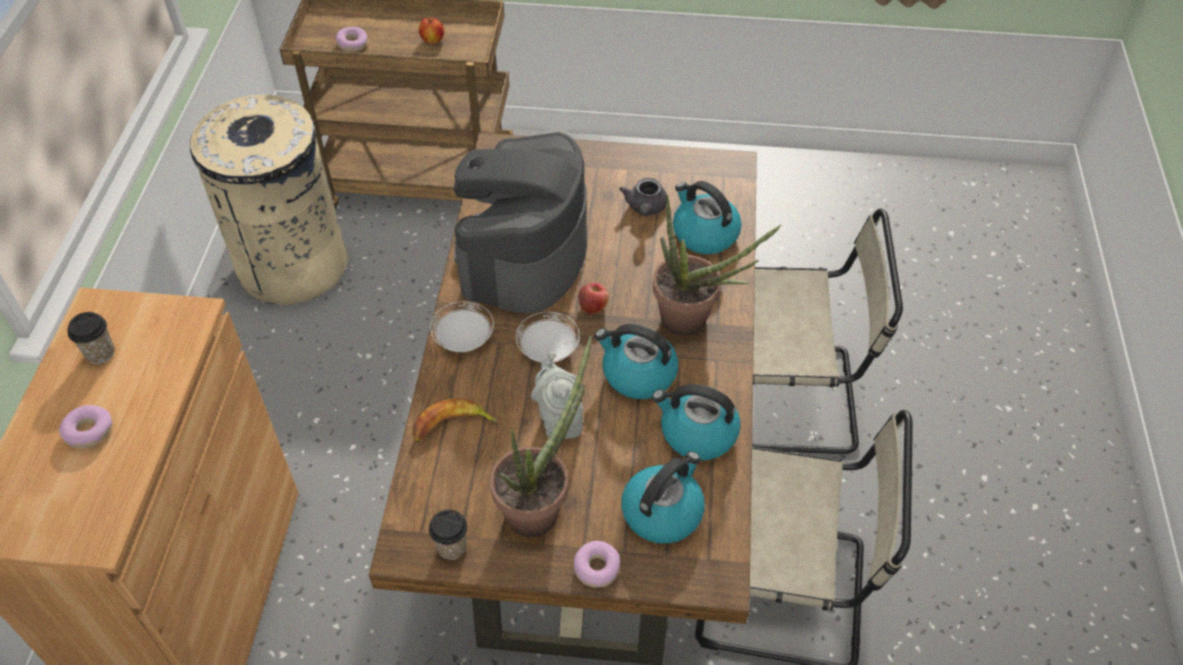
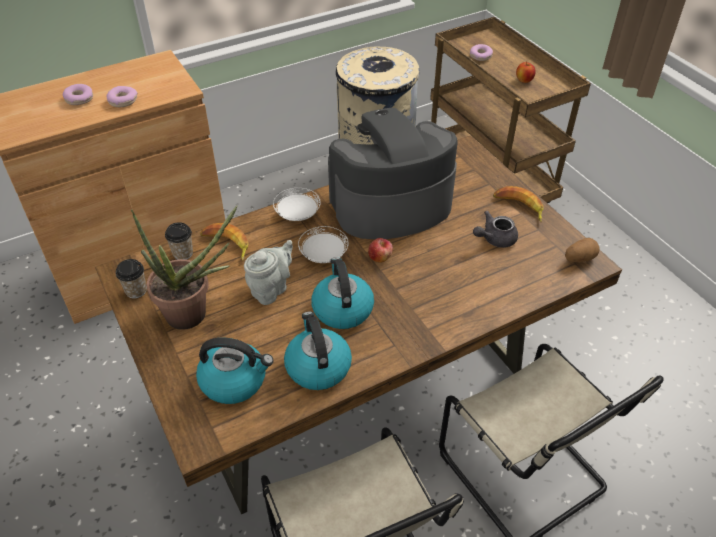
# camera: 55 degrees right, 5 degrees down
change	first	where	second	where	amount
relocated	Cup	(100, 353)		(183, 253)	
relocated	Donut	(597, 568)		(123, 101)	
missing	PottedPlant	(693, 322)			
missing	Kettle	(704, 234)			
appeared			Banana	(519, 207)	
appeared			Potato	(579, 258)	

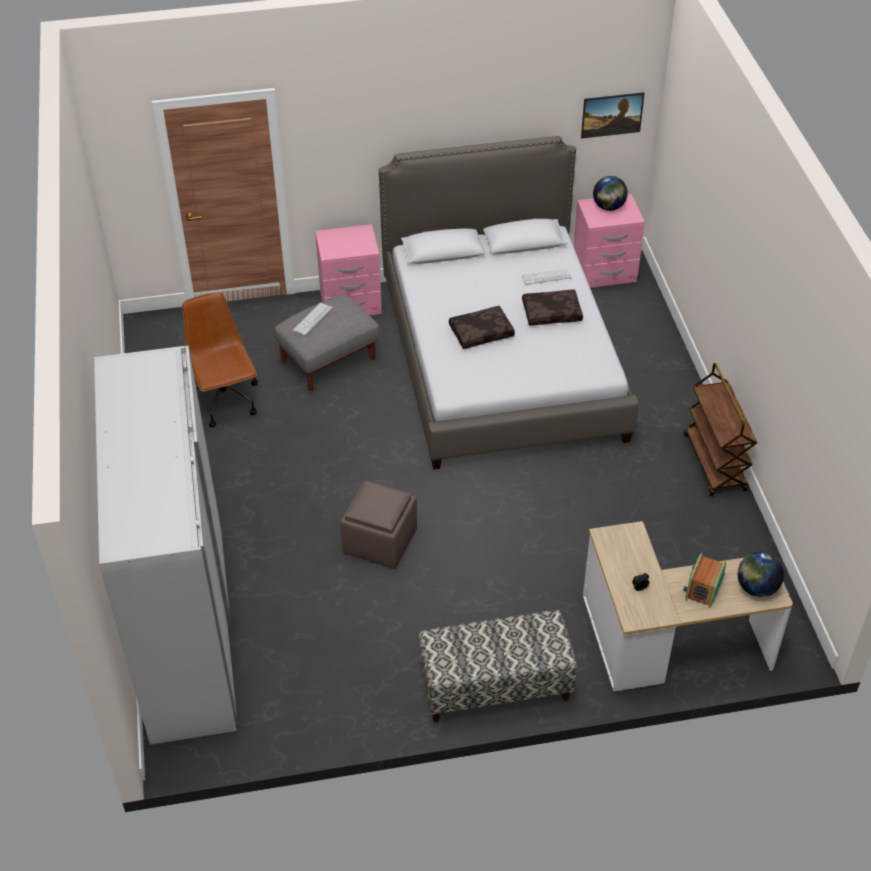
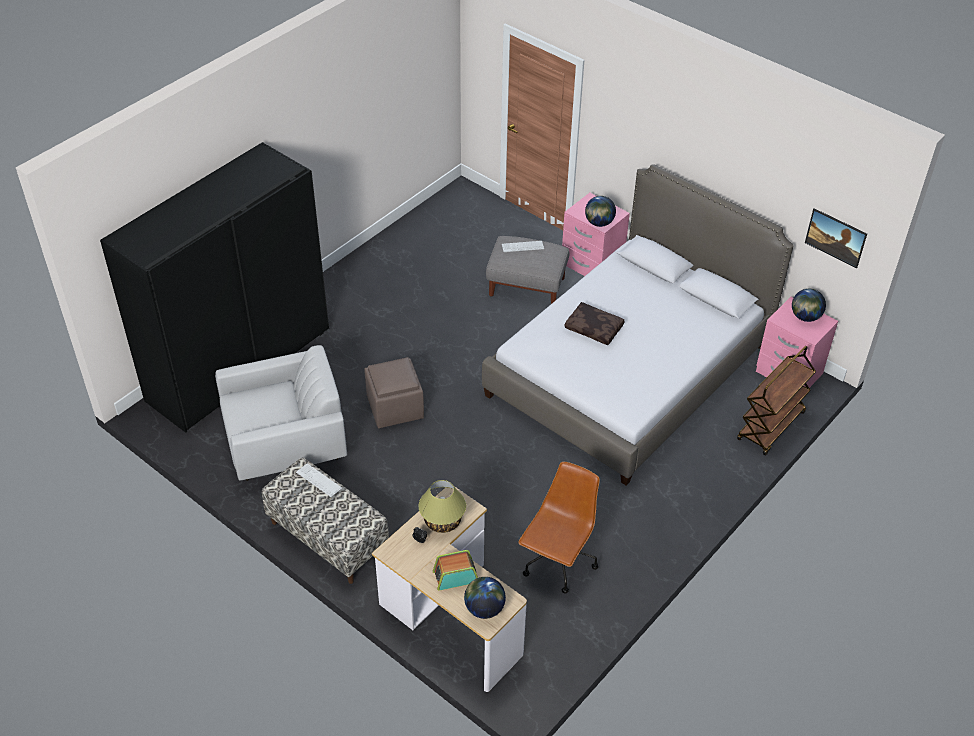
# camera: 50 degrees right, 0 degrees up
change	first	where	second	where	amount
colour	WhiteWardrobe	(186, 631)	BlackWardrobe	(239, 364)	
relocated	BrownOfficeChair	(225, 401)		(558, 562)	
relocated	Keyboard	(546, 277)		(319, 480)	
missing	BrownPillow	(552, 312)			
relocated	BrownCart	(715, 463)		(771, 427)	
appeared			WhiteArmchair	(286, 444)	
appeared			TableLamp	(442, 521)	
appeared			Globe	(599, 223)	

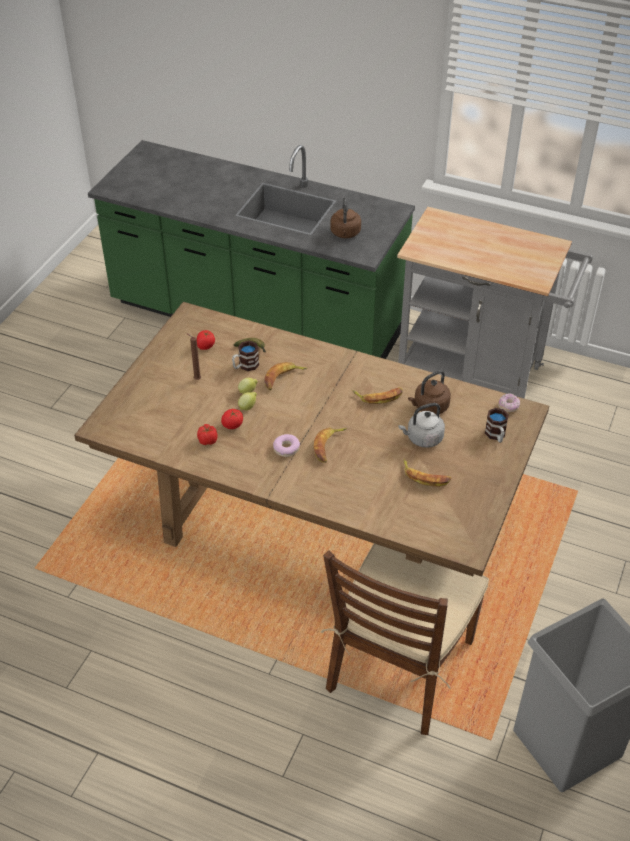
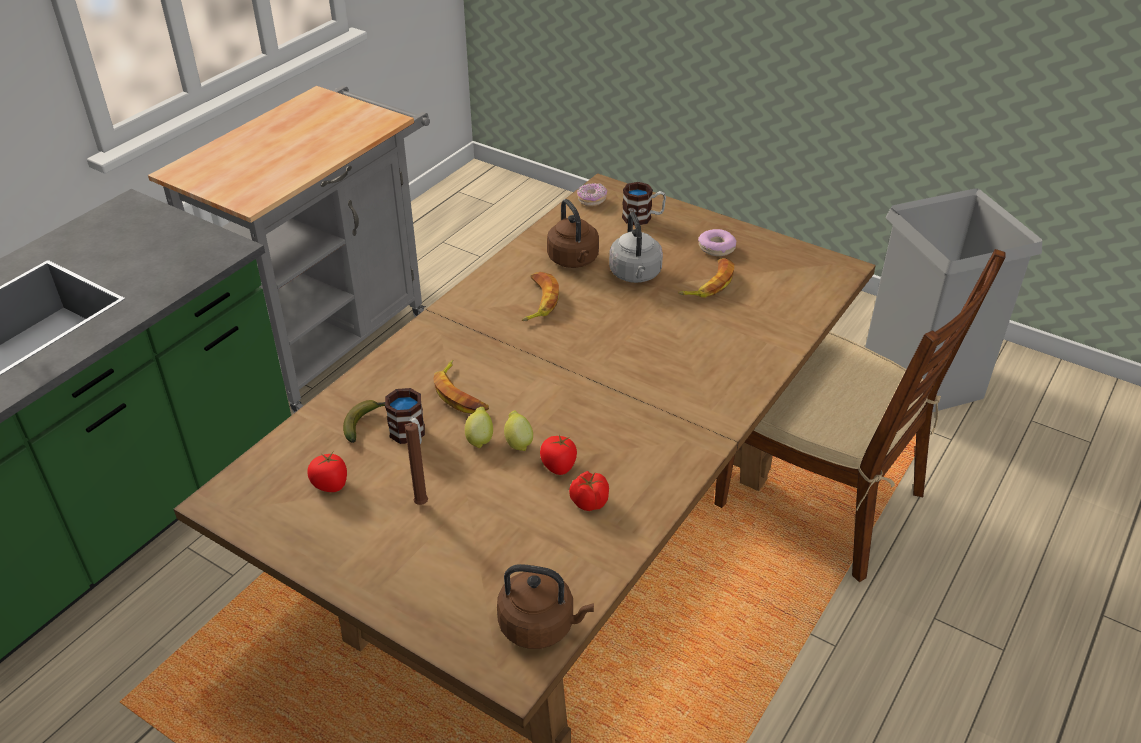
# camera: 80 degrees left, 5 degrees down
change	first	where	second	where	amount
relocated	Donut	(286, 448)		(716, 248)	
missing	Banana	(328, 446)			
relocated	BrownKettle	(345, 234)		(540, 626)	

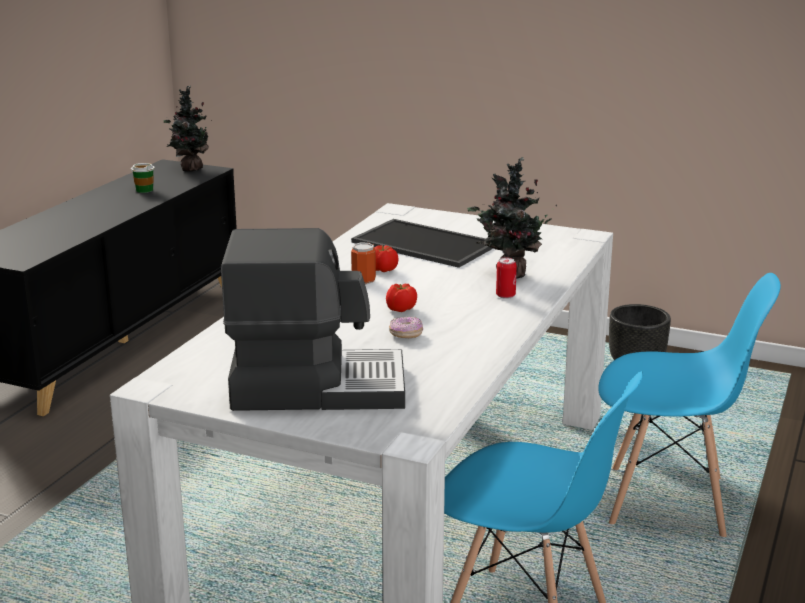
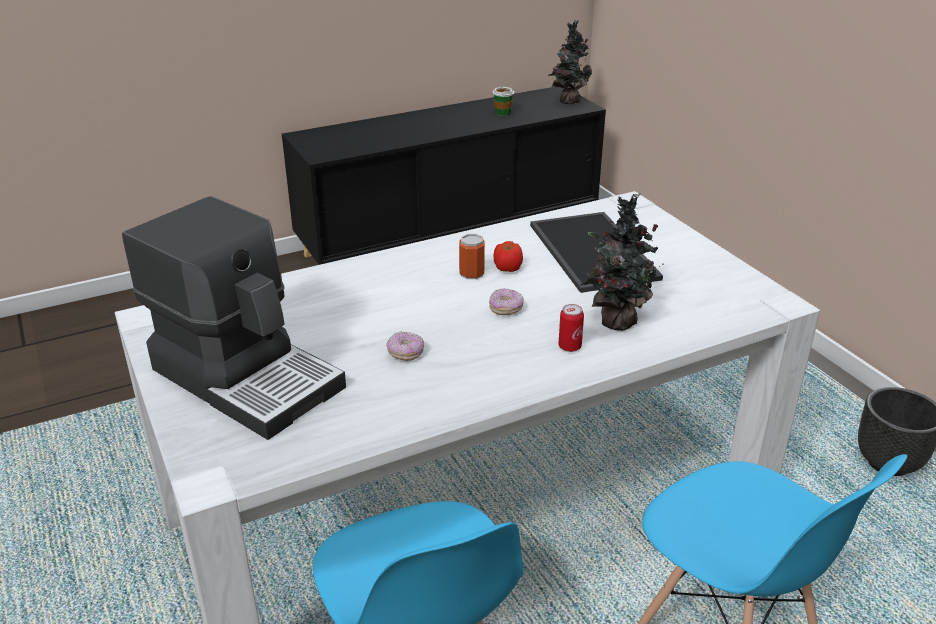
# camera: 40 degrees right, 10 degrees up
change	first	where	second	where	amount
missing	Tomato	(401, 309)			
appeared			Donut	(506, 309)	

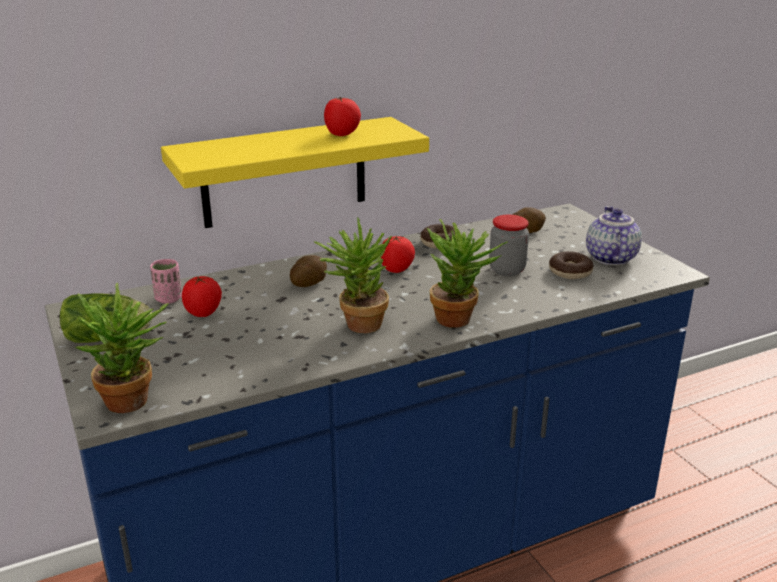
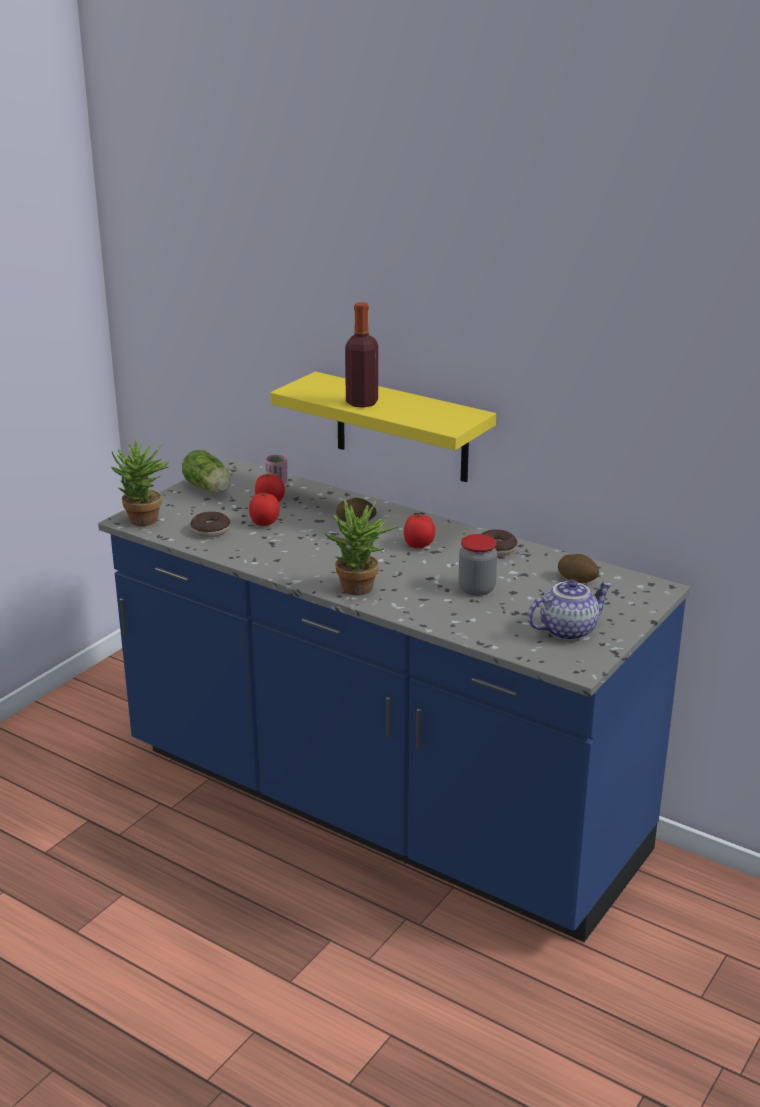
# camera: 60 degrees right, 0 degrees up
change	first	where	second	where	amount
missing	PottedPlant	(356, 324)			
relocated	Tomato	(342, 134)		(265, 524)	
relocated	Donut	(570, 272)		(210, 530)	
appeared			Bottle	(362, 403)	

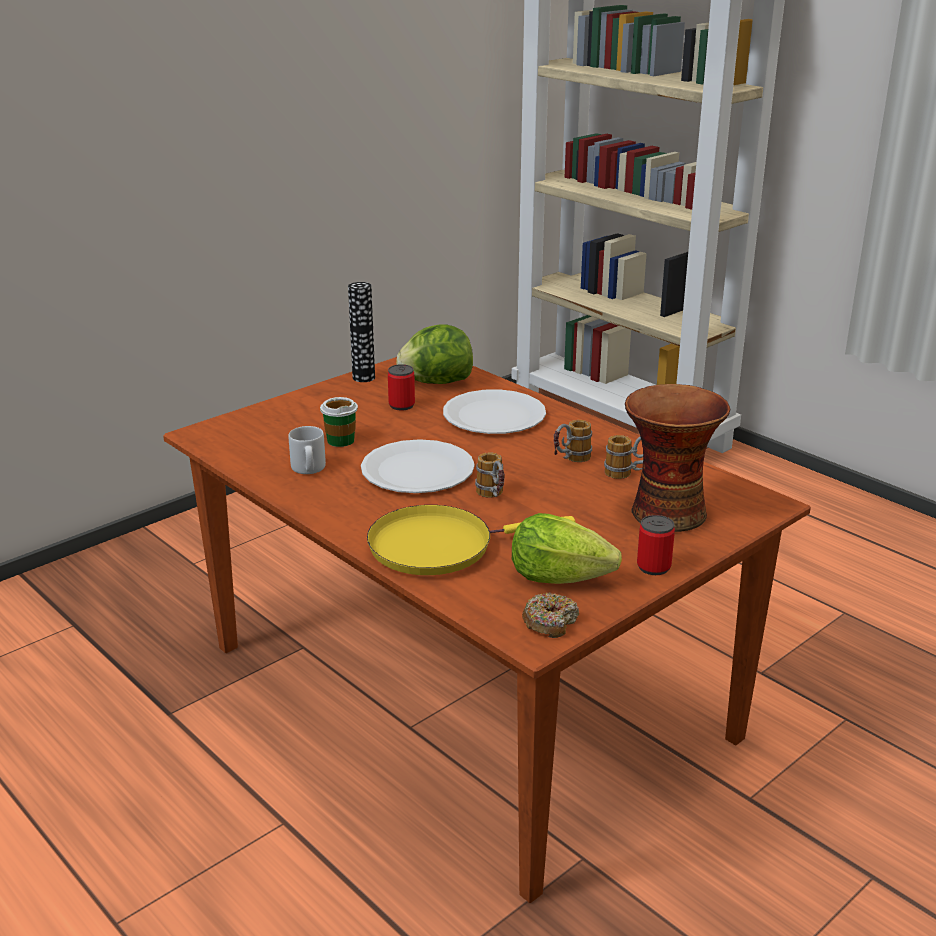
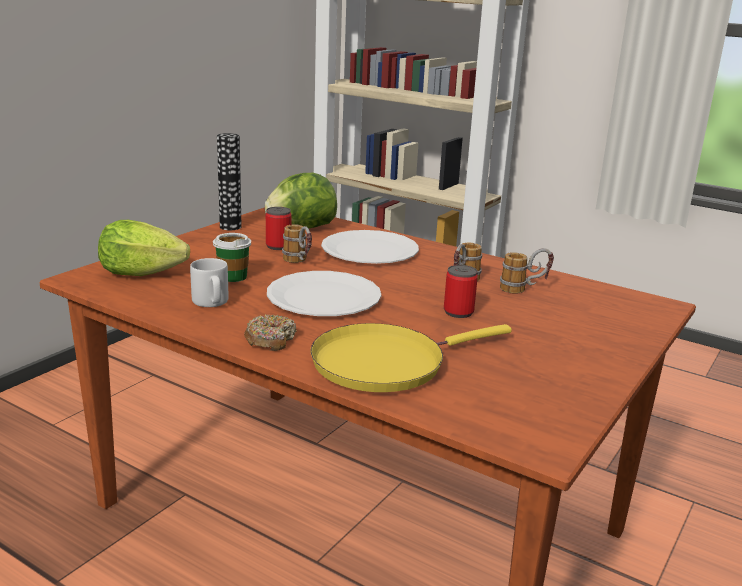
# camera: 15 degrees left, 5 degrees down
change	first	where	second	where	amount
relocated	Mug	(493, 497)		(299, 262)	
relocated	Lettuce	(558, 577)		(141, 273)	
relocated	Donut	(550, 622)		(270, 340)	
missing	Vase	(666, 512)			
relocated	Can	(653, 567)		(458, 312)	

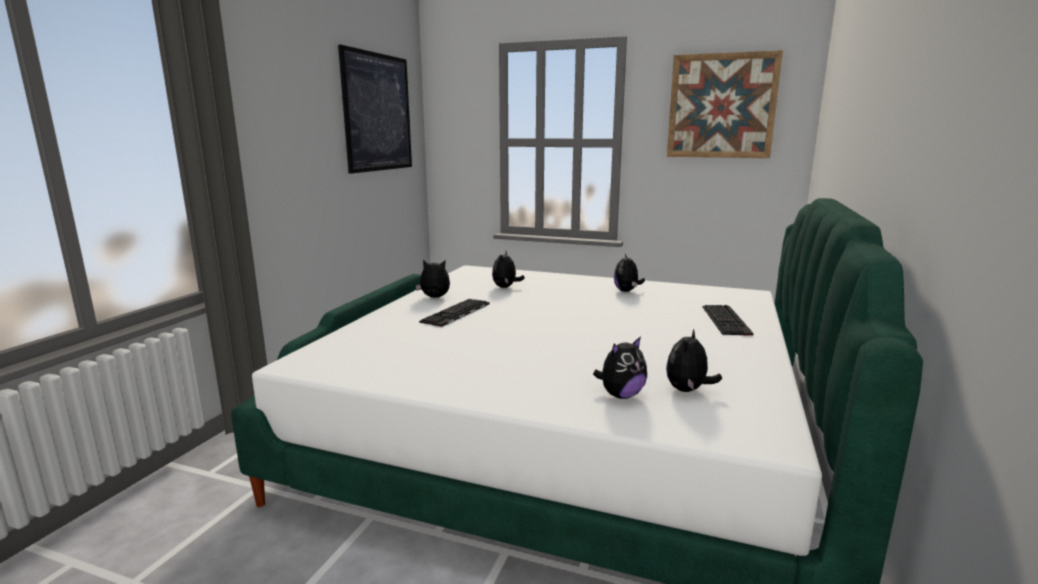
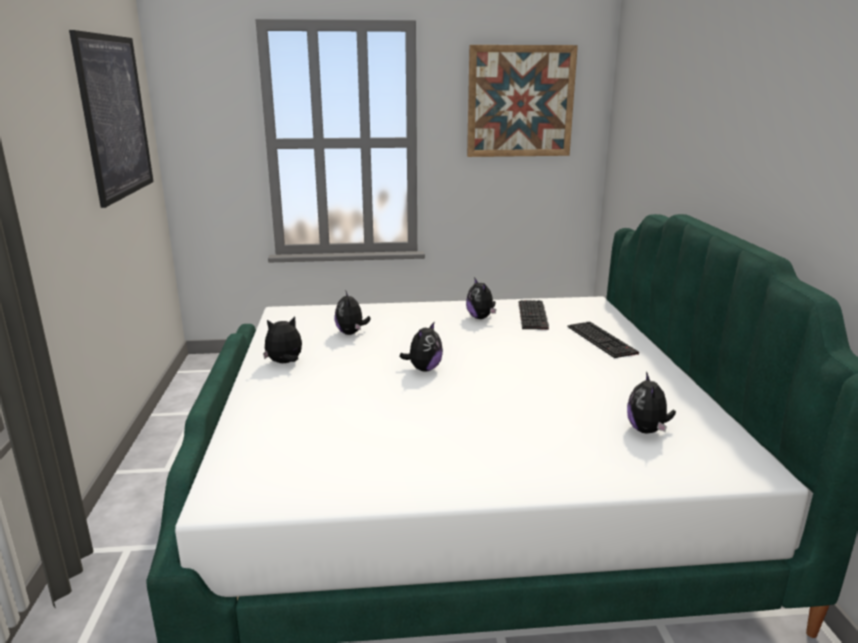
# camera: 25 degrees left, 5 degrees up
change	first	where	second	where	amount
relocated	Keyboard	(456, 313)		(534, 315)	
relocated	PlushToy	(621, 395)		(424, 369)	

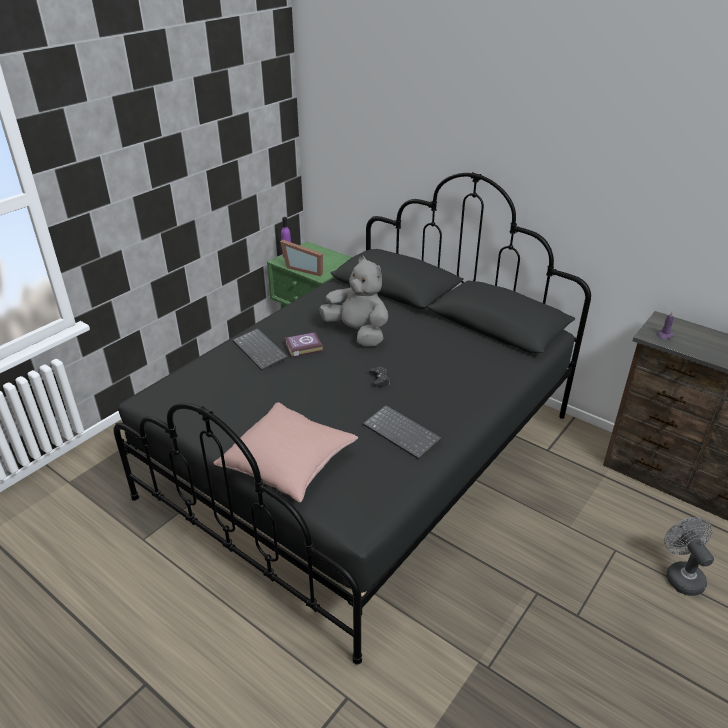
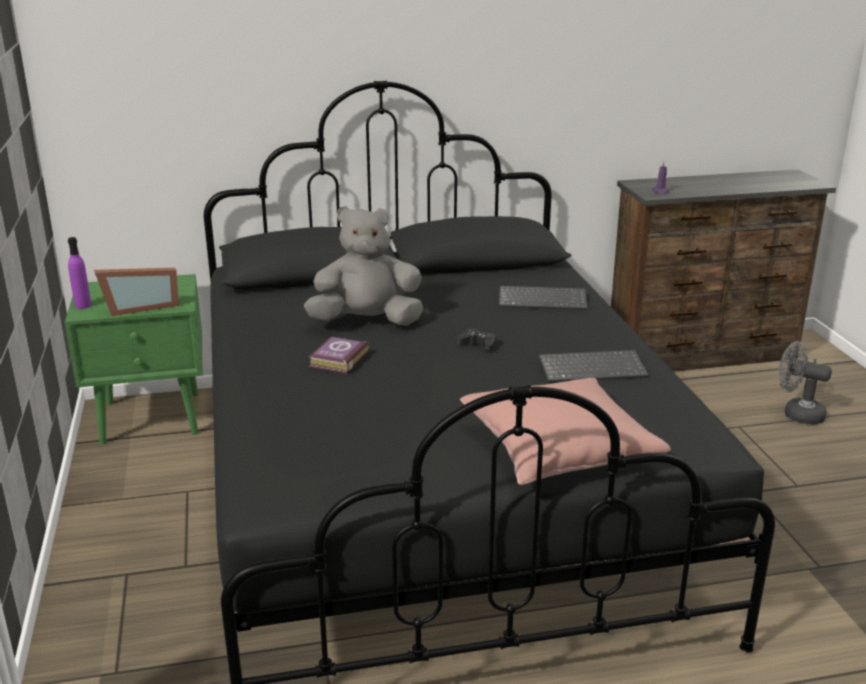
# camera: 50 degrees left, 10 degrees down
change	first	where	second	where	amount
relocated	Keyboard	(261, 350)		(543, 300)	

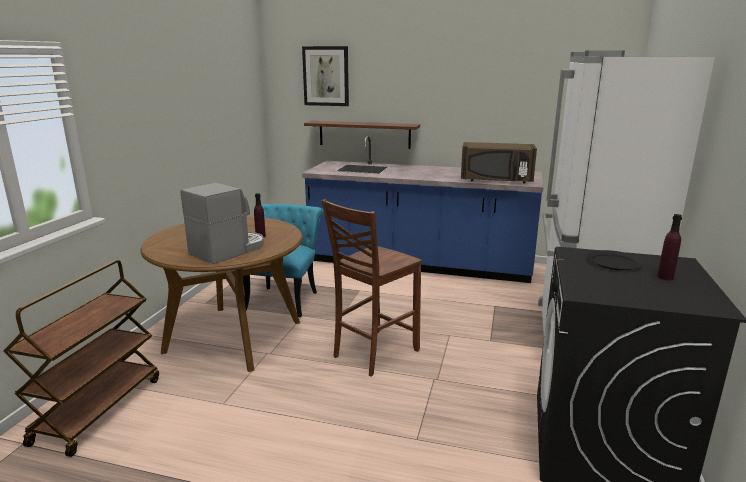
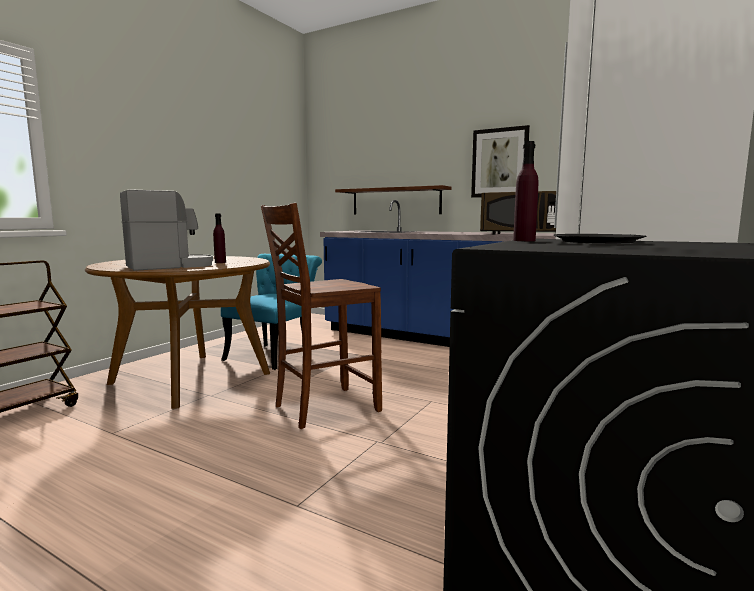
# camera: 15 degrees right, 10 degrees down
change	first	where	second	where	amount
relocated	Picture	(326, 76)		(499, 163)	
relocated	PurpleBottle	(665, 277)		(524, 240)	

